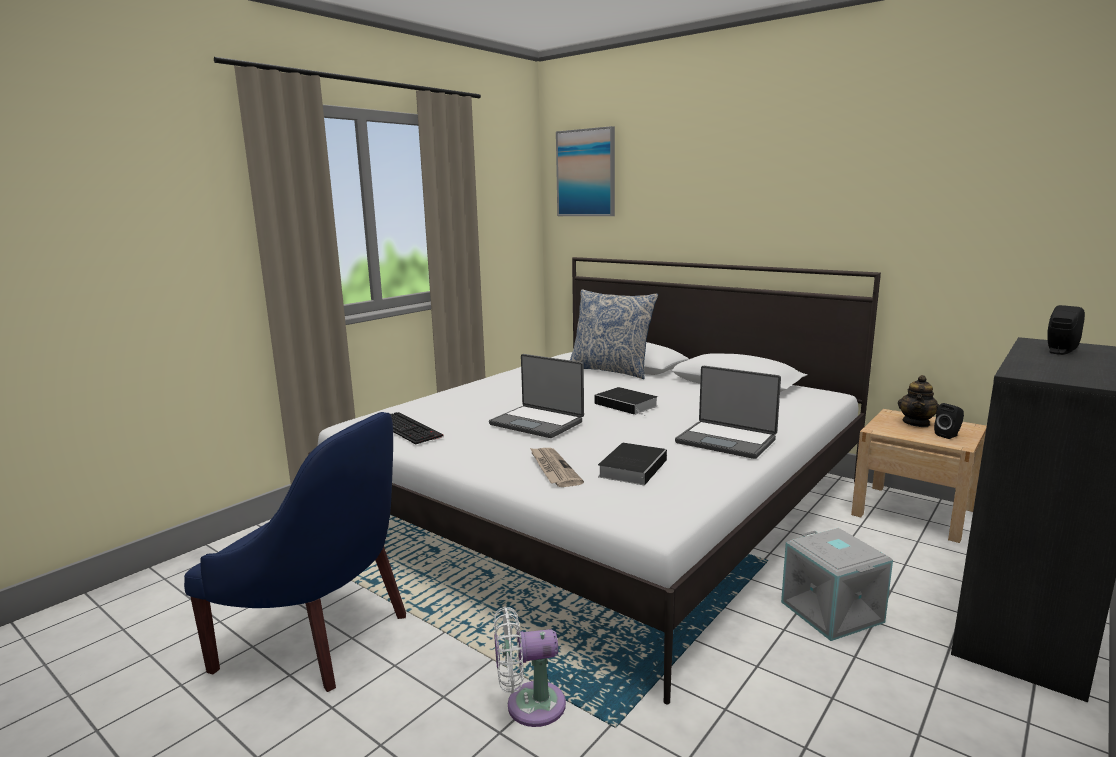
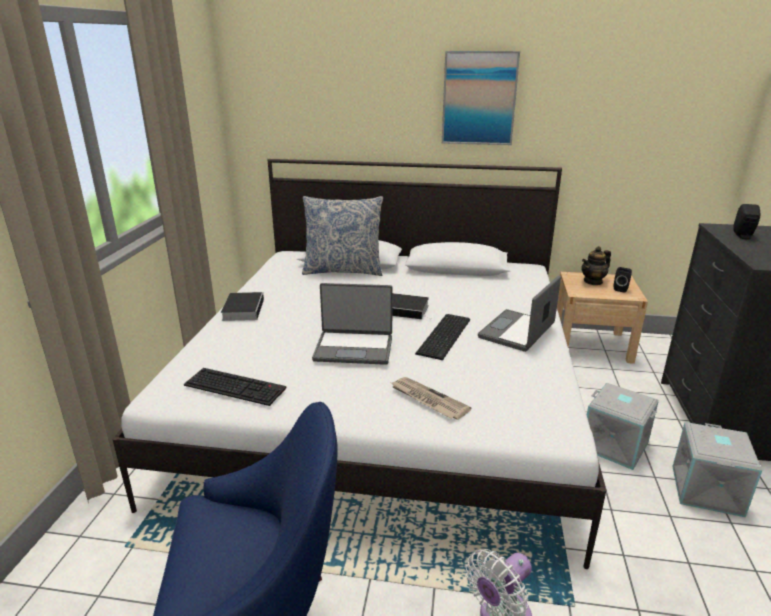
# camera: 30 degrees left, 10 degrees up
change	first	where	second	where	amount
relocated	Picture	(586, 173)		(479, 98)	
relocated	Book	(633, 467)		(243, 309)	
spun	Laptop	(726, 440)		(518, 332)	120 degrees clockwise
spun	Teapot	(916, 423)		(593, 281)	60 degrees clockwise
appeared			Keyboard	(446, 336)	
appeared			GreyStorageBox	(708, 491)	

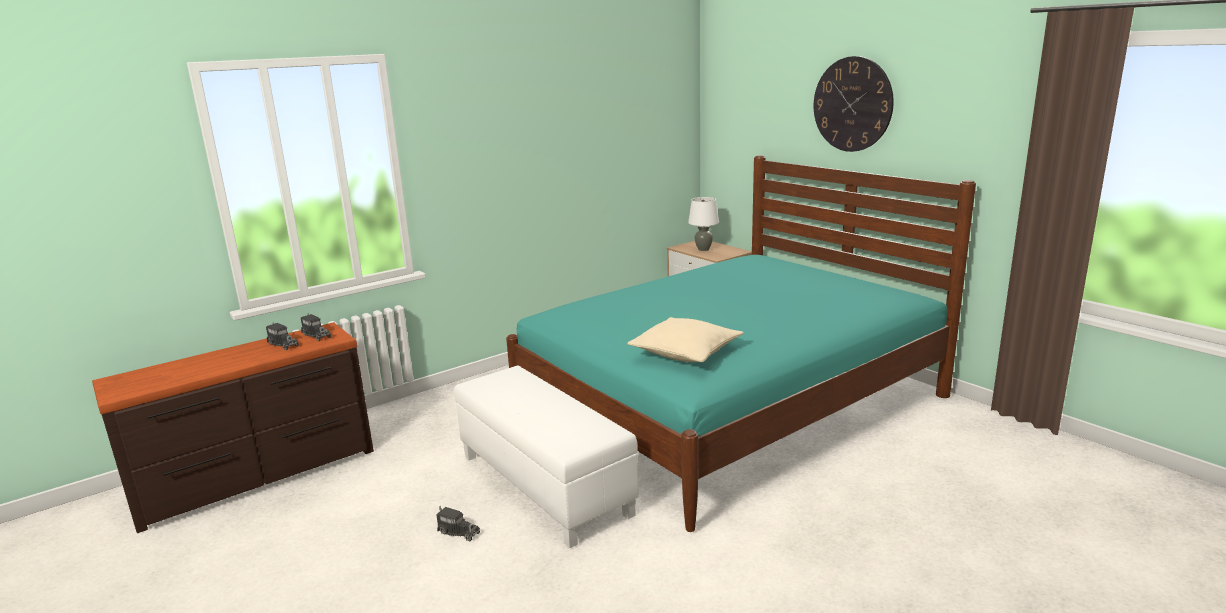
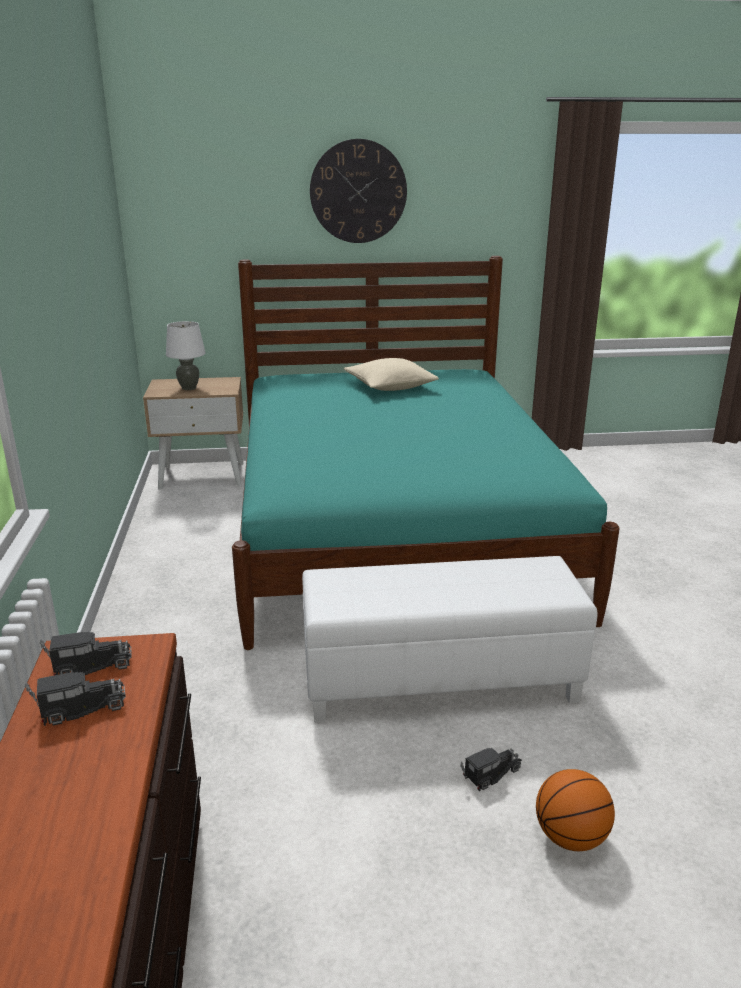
# camera: 60 degrees left, 5 degrees up
change	first	where	second	where	amount
relocated	BeigePillow	(685, 352)		(390, 386)	
appeared			Basketball	(570, 837)	

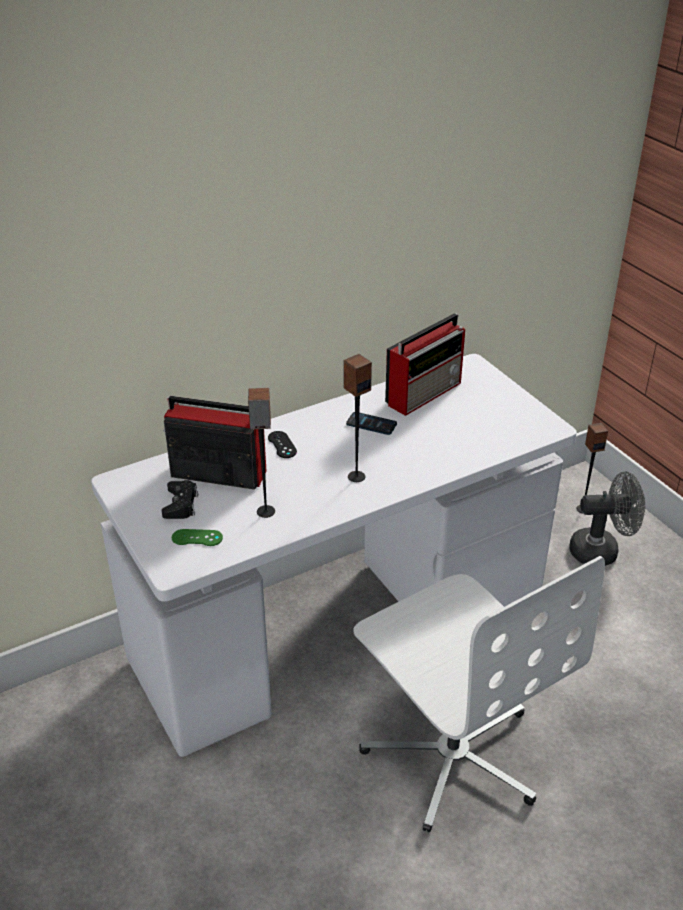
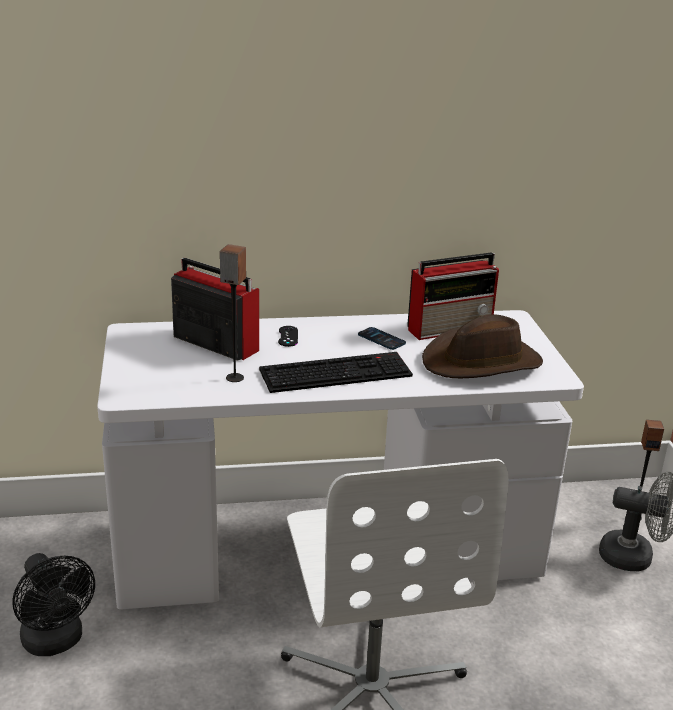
# camera: 20 degrees right, 10 degrees down
change	first	where	second	where	amount
missing	BlackGameController	(181, 504)			
missing	GreenGameController	(197, 538)			
exchanged	Speaker	(356, 476)	Keyboard	(336, 372)	
appeared			BlackFan	(56, 642)	
appeared			BrownHat	(482, 362)	

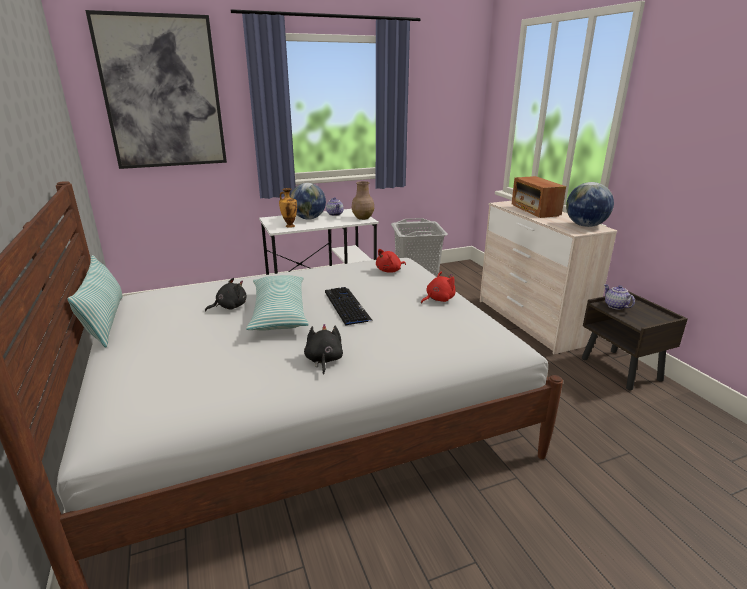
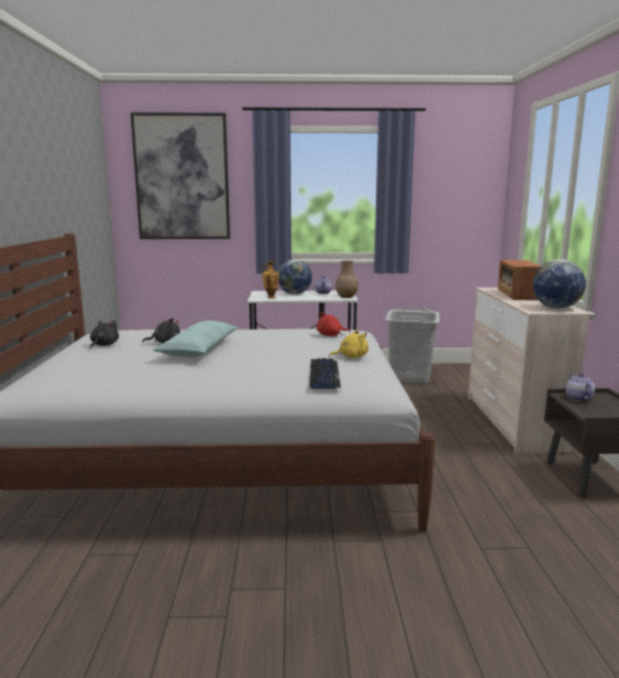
# camera: 20 degrees right, 10 degrees down
change	first	where	second	where	amount
missing	Pillow	(105, 321)			
relocated	BlackPlushToy	(323, 360)		(104, 345)	
relocated	Keyboard	(346, 306)		(324, 375)	
colour	RedPlushToy	(438, 299)	YellowPlushToy	(351, 357)	

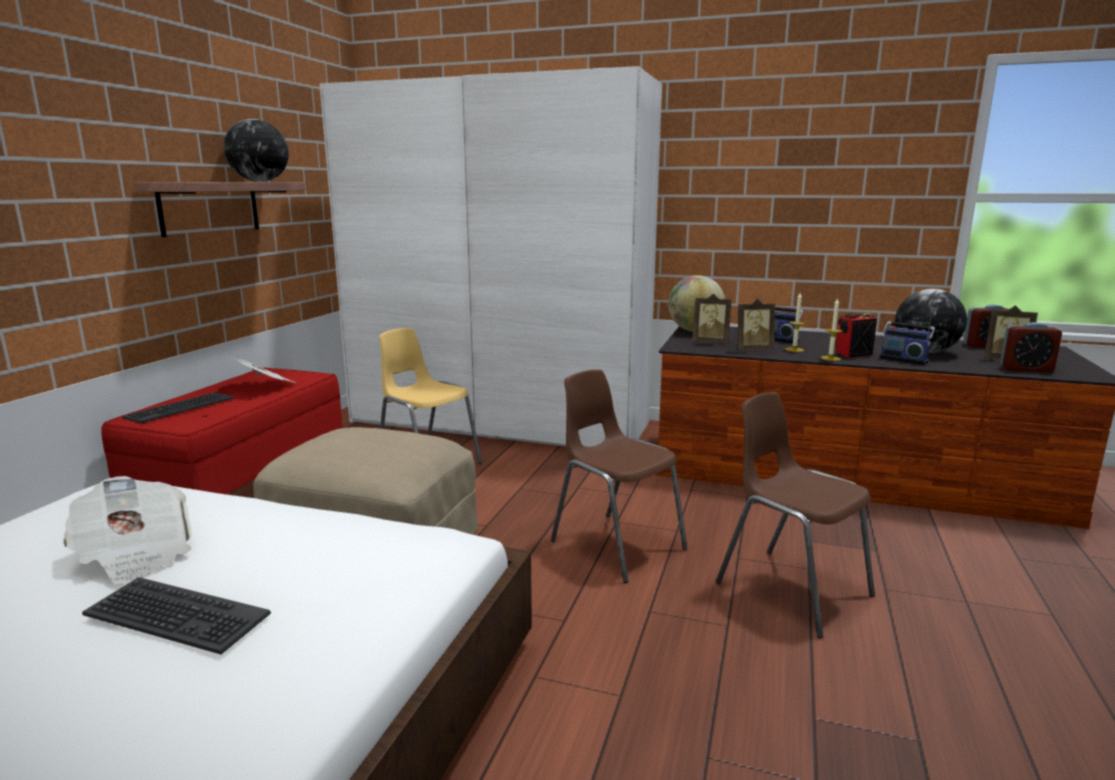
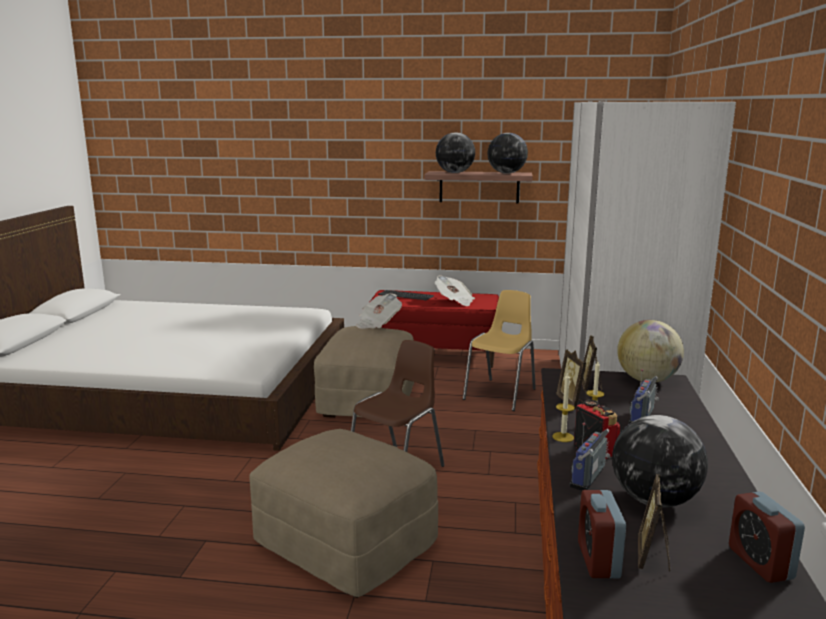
# camera: 80 degrees right, 0 degrees up
change	first	where	second	where	amount
relocated	Newspaper	(135, 556)		(377, 323)	
missing	Keyboard	(175, 616)			
exchanged	BrownChair	(791, 589)	BeigeOttoman	(347, 544)	
appeared			Globe	(455, 173)	

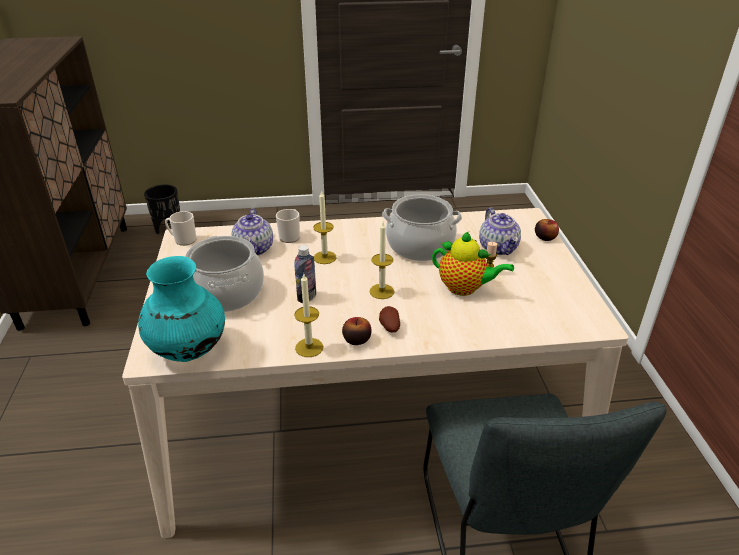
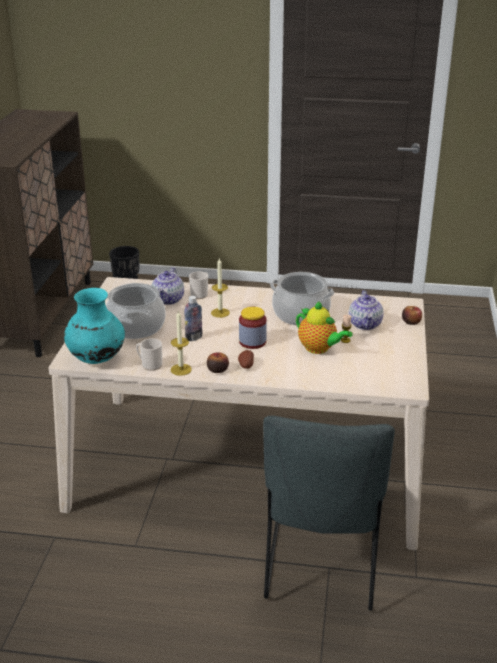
# camera: 15 degrees right, 5 degrees down
change	first	where	second	where	amount
relocated	Mug	(183, 240)		(150, 365)	
exchanged	Candle	(381, 291)	Jar	(252, 342)	

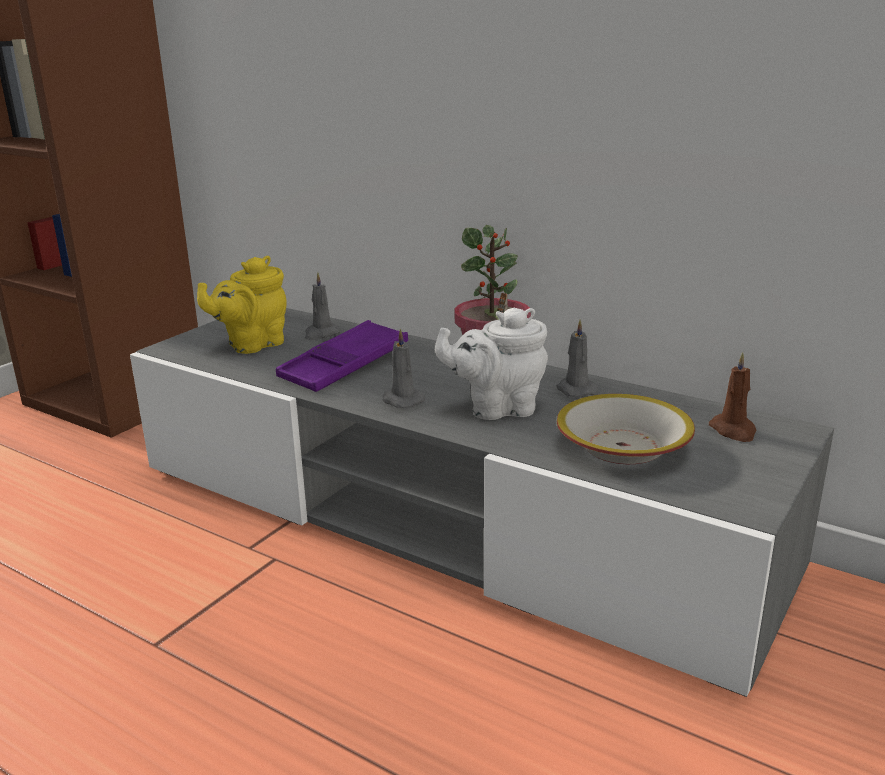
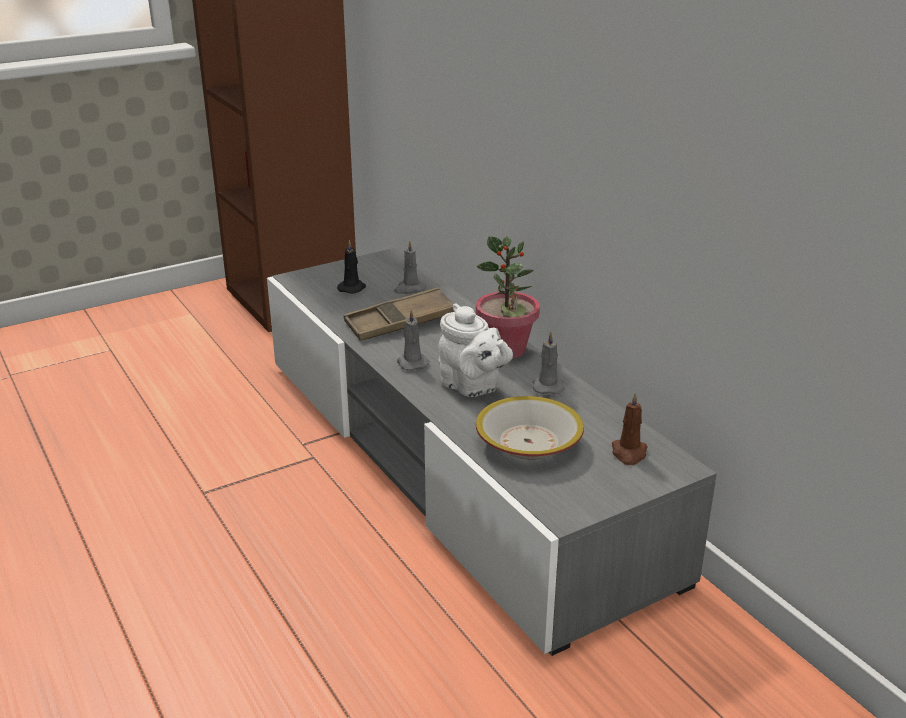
# camera: 25 degrees right, 5 degrees up
change	first	where	second	where	amount
exchanged	YellowTeapot	(252, 345)	BlackCandle	(352, 288)	
colour	PurpleTray	(344, 365)	BrownTray	(400, 322)	
spun	WhiteTeapot	(497, 408)		(472, 387)	150 degrees counterclockwise

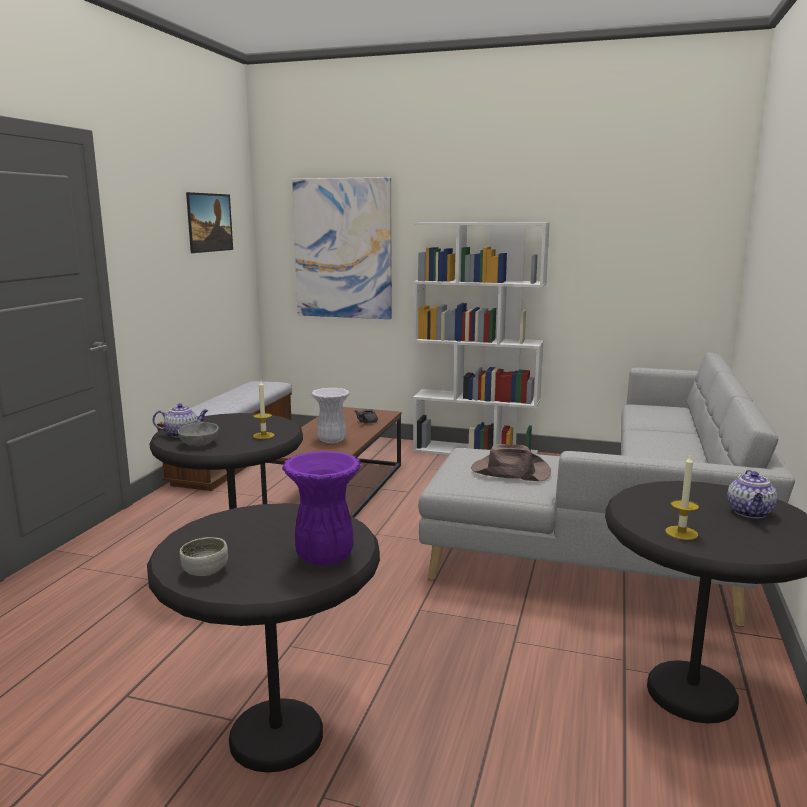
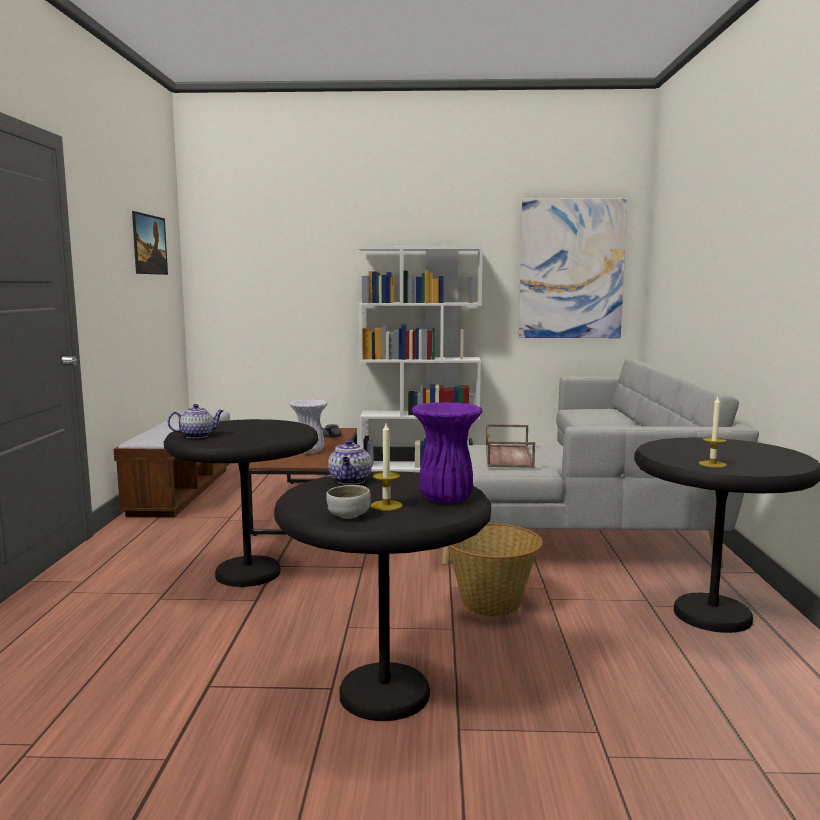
# camera: 15 degrees left, 5 degrees down
change	first	where	second	where	amount
missing	GreyBowl	(200, 444)			
relocated	Candle	(263, 435)		(386, 505)	
relocated	Picture	(343, 249)		(571, 269)	
exchanged	BrownHat	(509, 471)	BrownTray	(507, 456)	
relocated	Teapot	(750, 513)		(350, 481)	
appeared			Basket	(492, 603)	

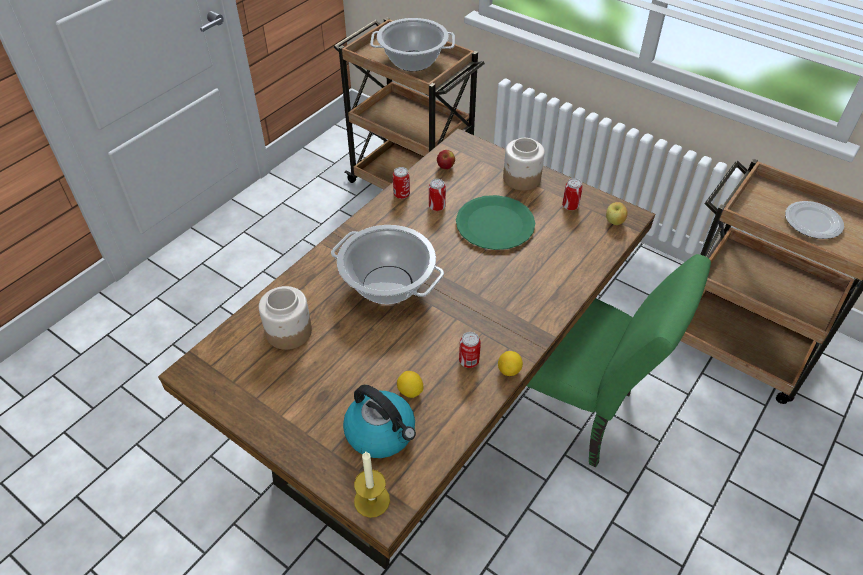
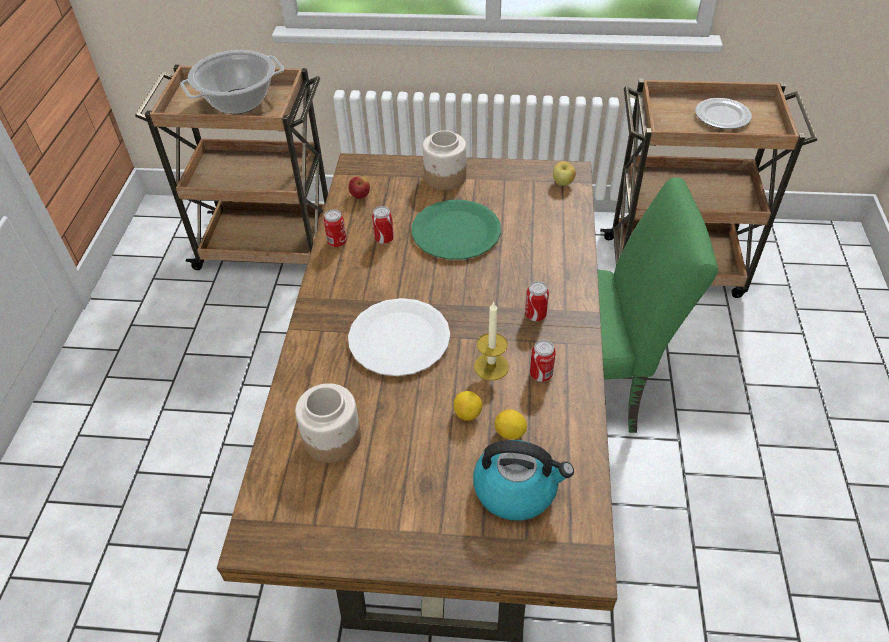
# camera: 30 degrees left, 0 degrees up
change	first	where	second	where	amount
exchanged	CookingPot	(388, 285)	WhitePlate	(399, 338)	
relocated	Candle	(372, 500)		(491, 366)	
relocated	Lemon	(509, 370)		(467, 413)	
relocated	Can	(570, 206)		(535, 315)	

